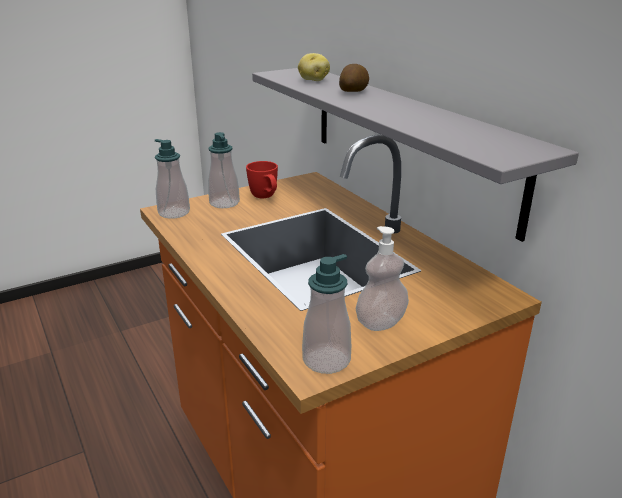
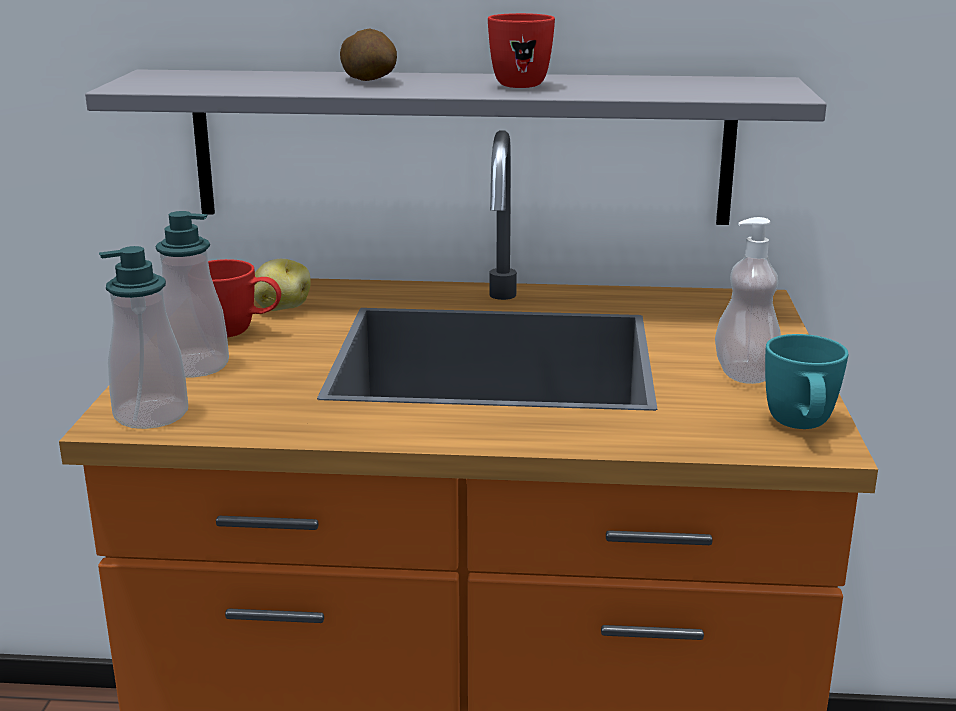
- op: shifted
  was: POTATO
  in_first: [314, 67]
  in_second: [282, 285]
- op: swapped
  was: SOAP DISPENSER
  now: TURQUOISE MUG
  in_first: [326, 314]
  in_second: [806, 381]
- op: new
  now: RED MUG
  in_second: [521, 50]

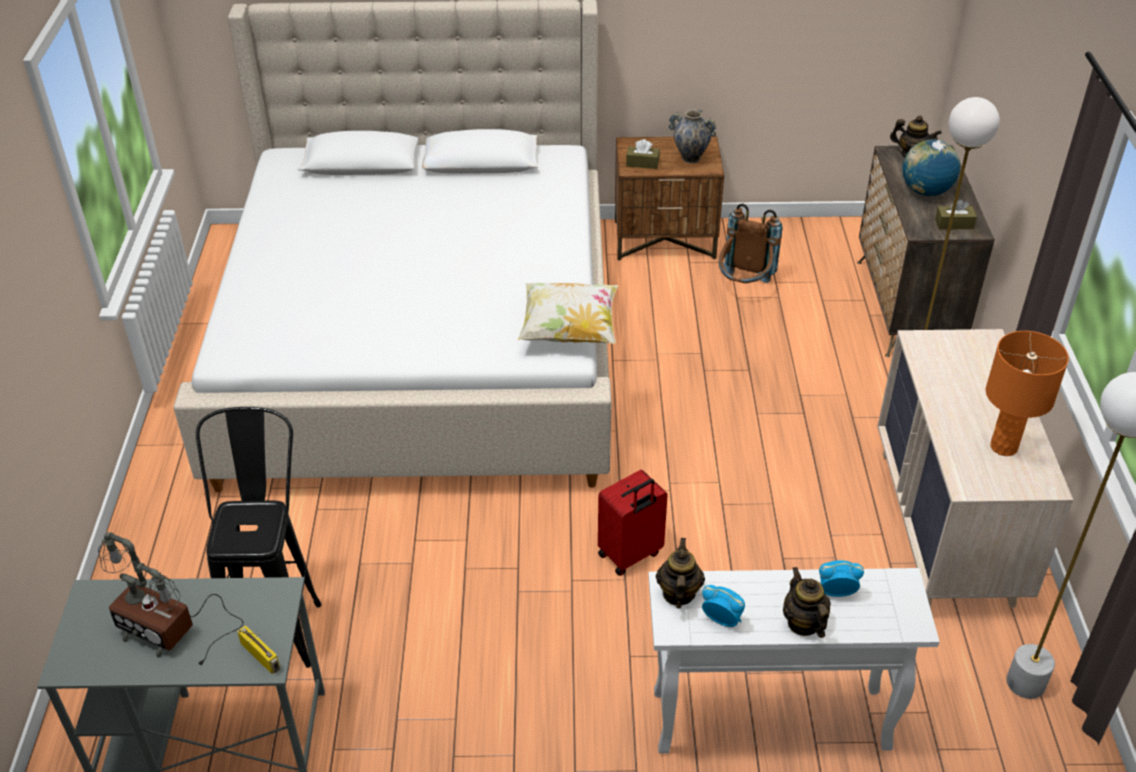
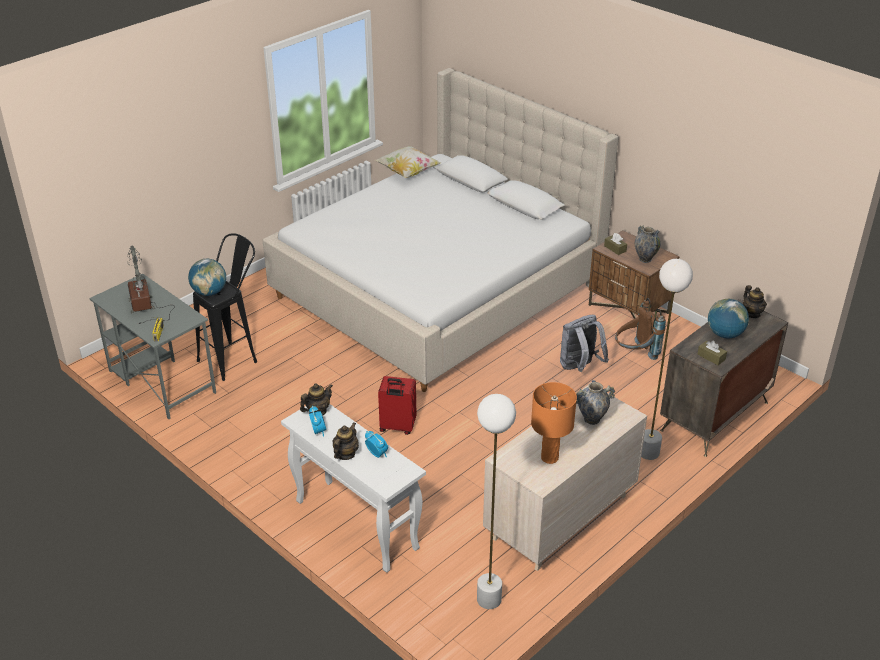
- op: shifted
  was: PILLOW
  in_first: [567, 313]
  in_second: [408, 162]
- op: new
  now: GLOBE
  in_second: [207, 277]
- op: new
  now: GREY BACKPACK
  in_second: [584, 343]
- op: new
  now: VASE
  in_second: [595, 402]

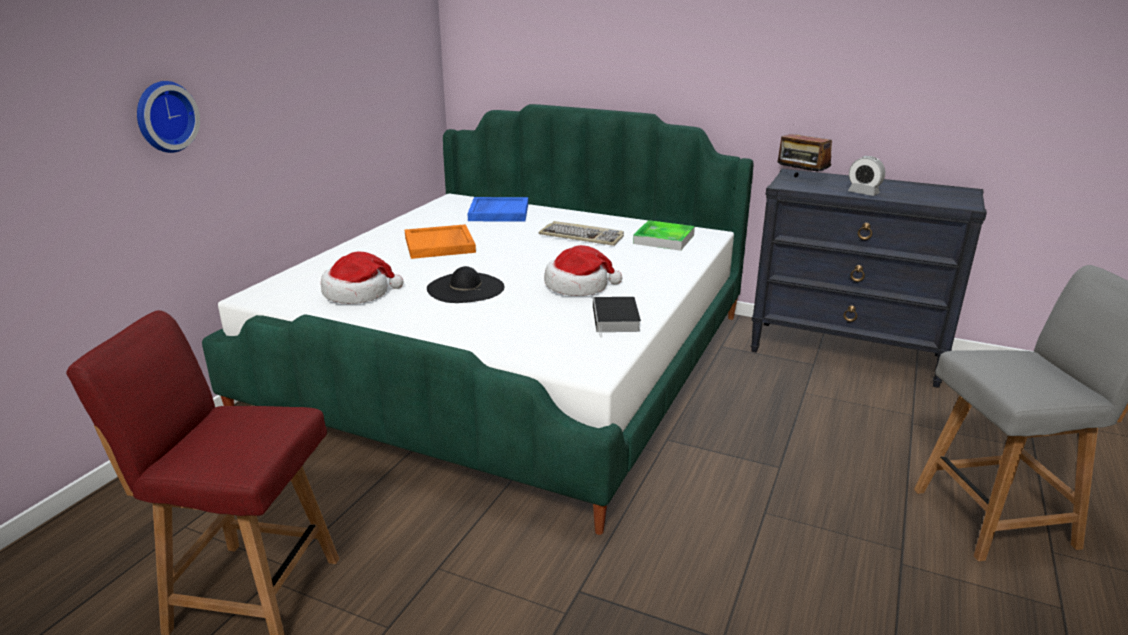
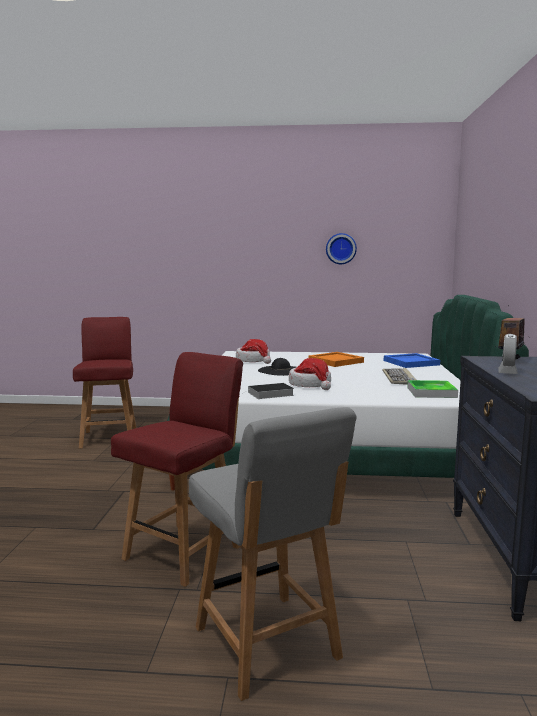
- op: shifted
  was: WALL CLOCK
  in_first: [168, 117]
  in_second: [341, 248]
- op: new
  now: RED CHAIR
  in_second: [177, 469]

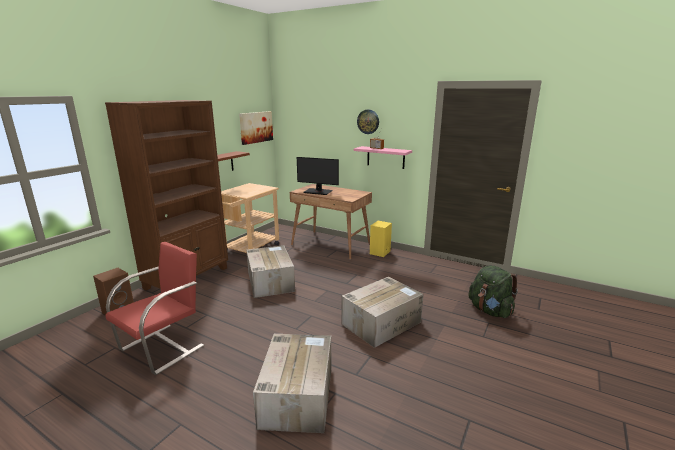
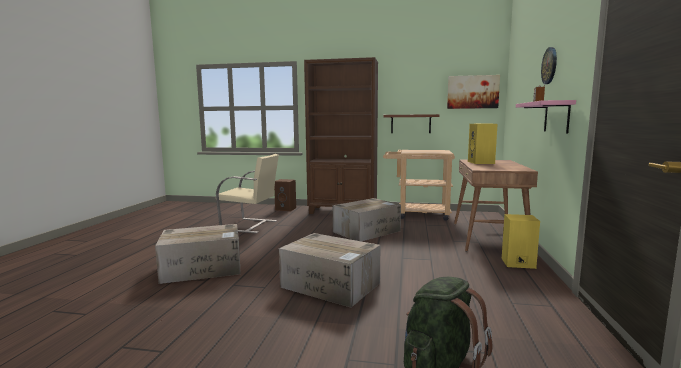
- op: repainted
  was: RED CHAIR
  now: BEIGE CHAIR
  in_first: [155, 308]
  in_second: [247, 193]
- op: swapped
  was: MONITOR
  now: YELLOW SPEAKER
  in_first: [318, 176]
  in_second: [483, 144]

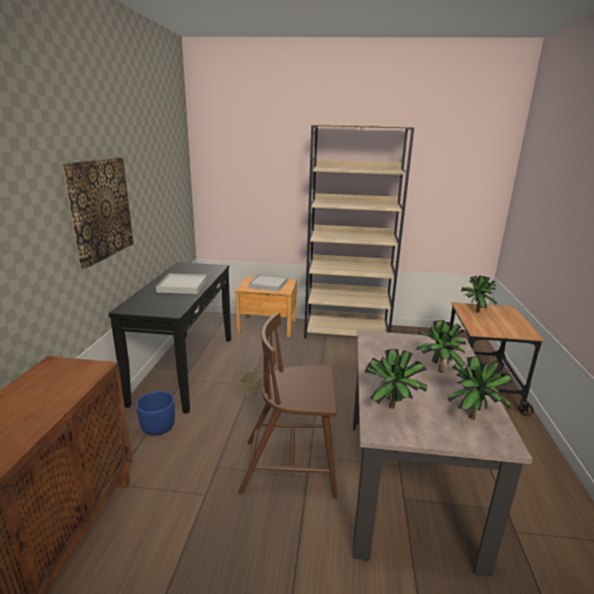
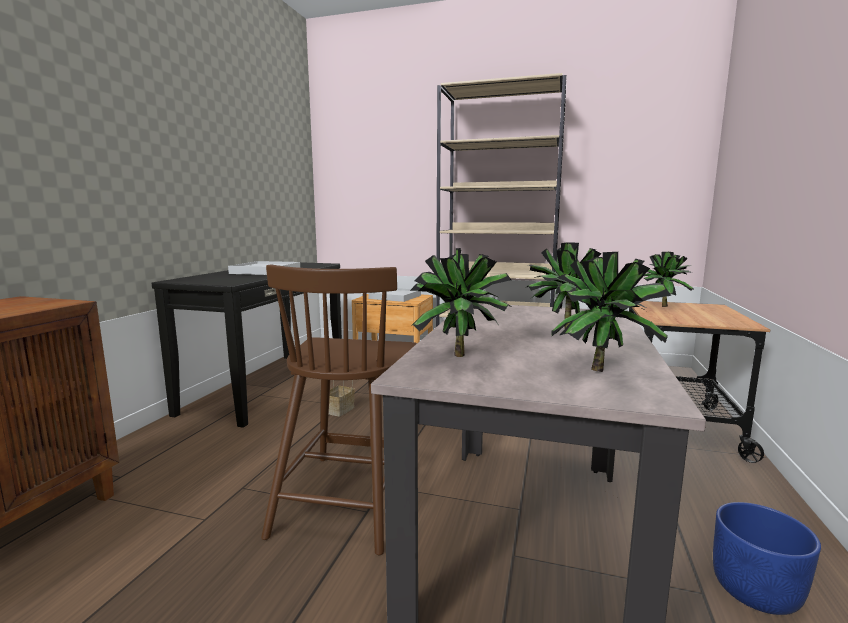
- op: gone
  was: PICTURE
  in_first: [98, 213]
- op: shifted
  was: BLUE PLANTER
  in_first: [155, 413]
  in_second: [767, 558]
- op: rotated
  was: BROWN CHAIR
  in_first: [287, 405]
  in_second: [339, 410]
  clockwise: -90

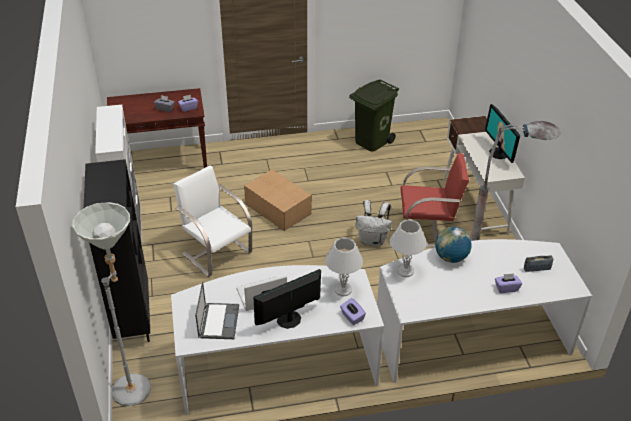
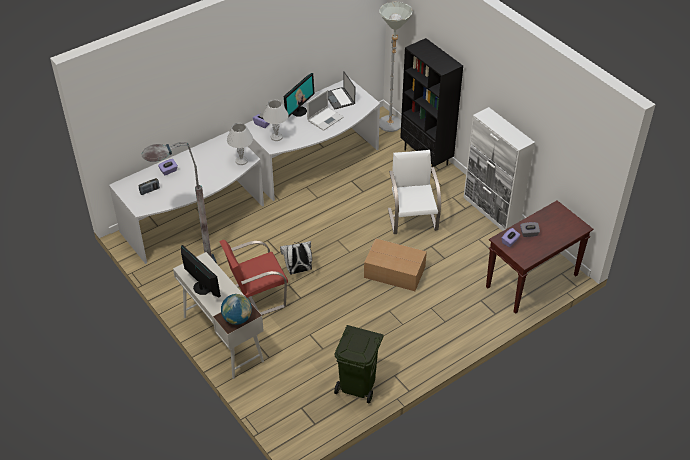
- op: rotated
  was: WHITE CHAIR
  in_first: [212, 221]
  in_second: [414, 192]
  clockwise: -120
- op: shifted
  was: GLOBE
  in_first: [453, 245]
  in_second: [236, 309]

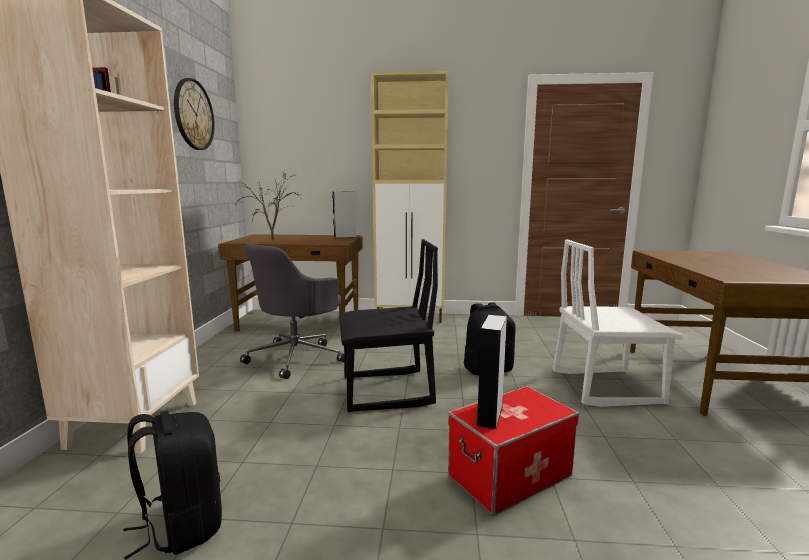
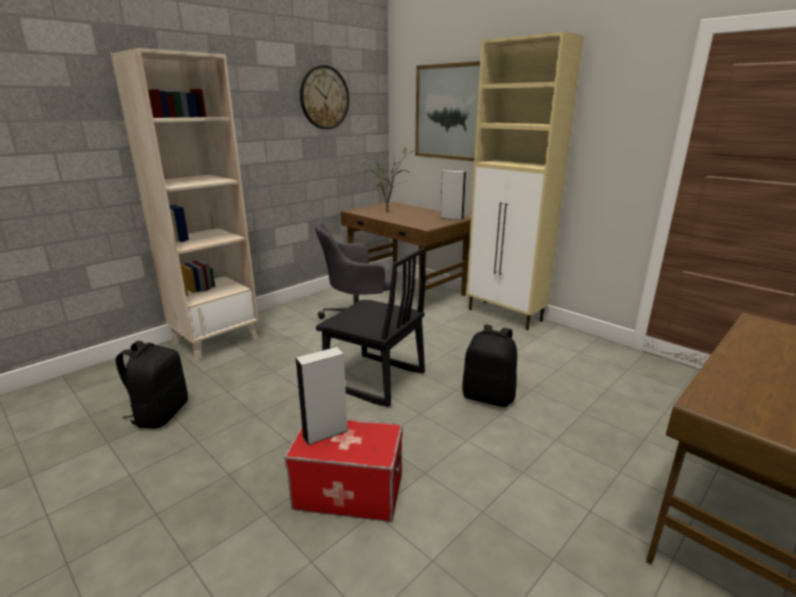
- op: gone
  was: WHITE CHAIR
  in_first: [618, 323]
- op: new
  now: PICTURE
  in_second: [447, 111]

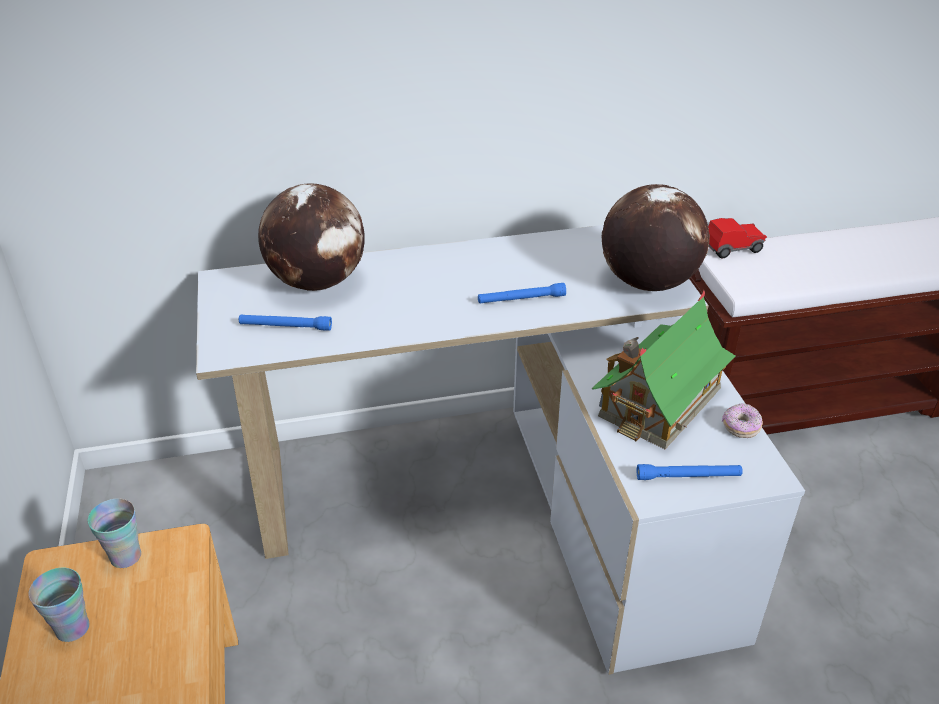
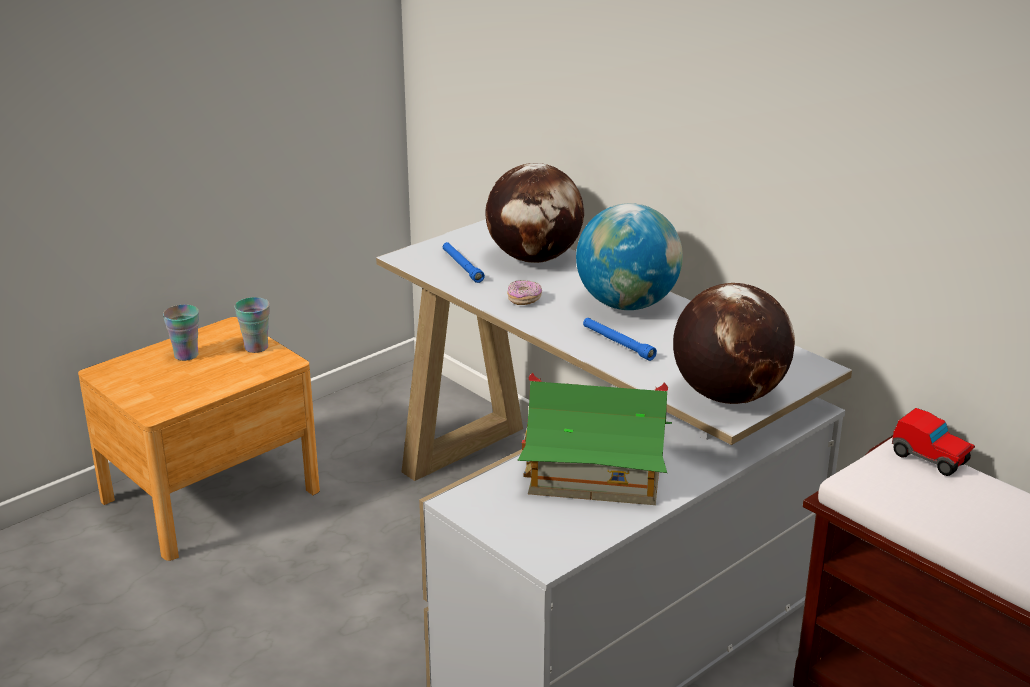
- op: gone
  was: BLUE FLASHLIGHT
  in_first: [690, 472]
- op: shifted
  was: DONUT
  in_first: [742, 420]
  in_second: [524, 292]
- op: new
  now: GLOBE
  in_second: [629, 256]

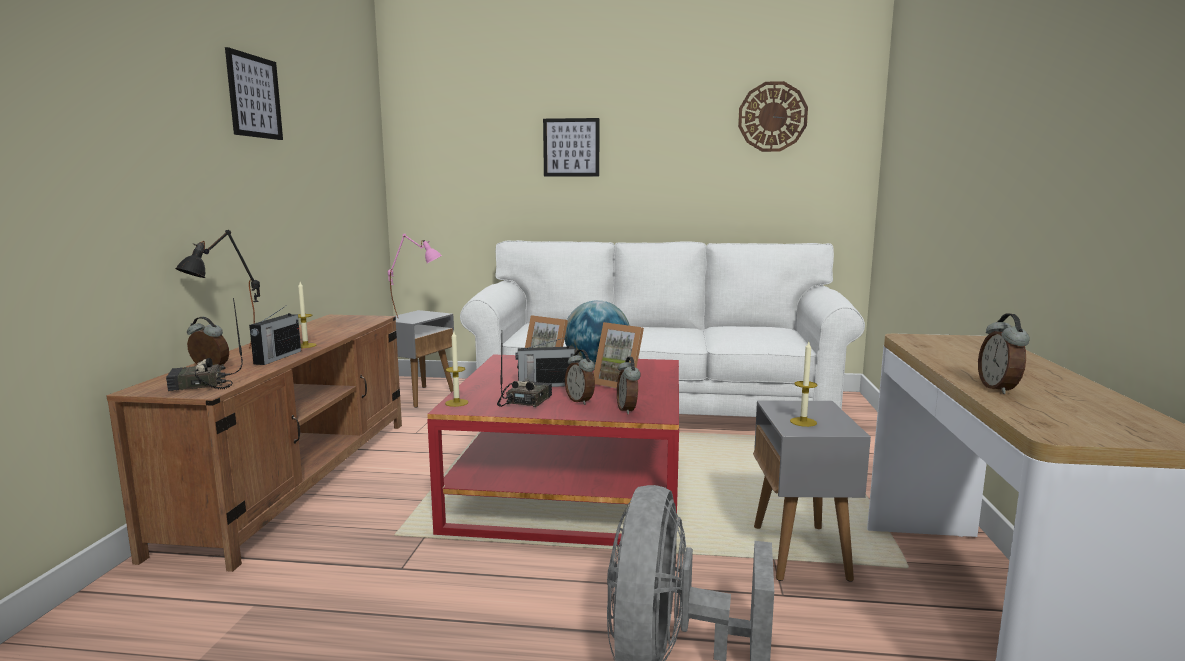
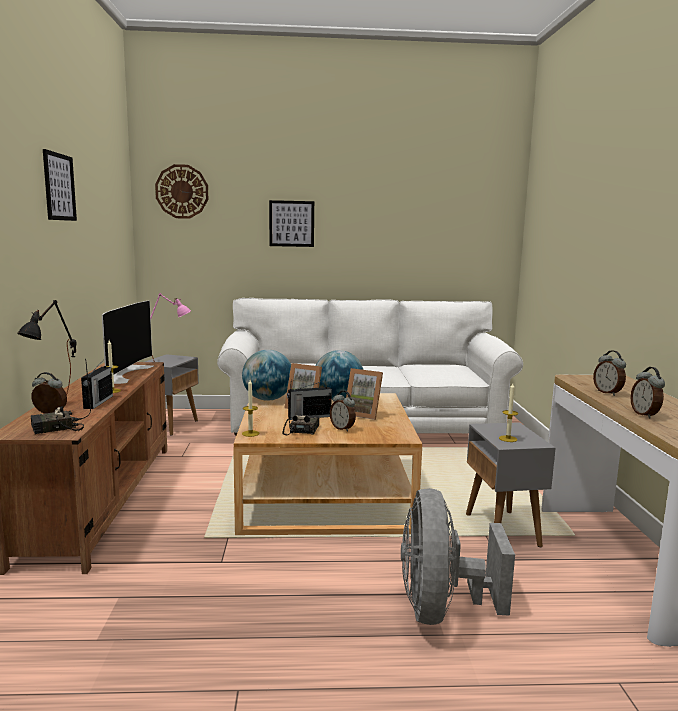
- op: repainted
  was: RED COFFEE TABLE
  now: BEIGE COFFEE TABLE
  in_first: [553, 450]
  in_second: [327, 464]
- op: shifted
  was: ALARM CLOCK
  in_first: [629, 385]
  in_second: [609, 373]
- op: shifted
  was: WALL CLOCK
  in_first: [773, 116]
  in_second: [181, 191]
- op: new
  now: TELEVISION
  in_second: [128, 342]
- op: new
  now: GLOBE
  in_second: [266, 375]

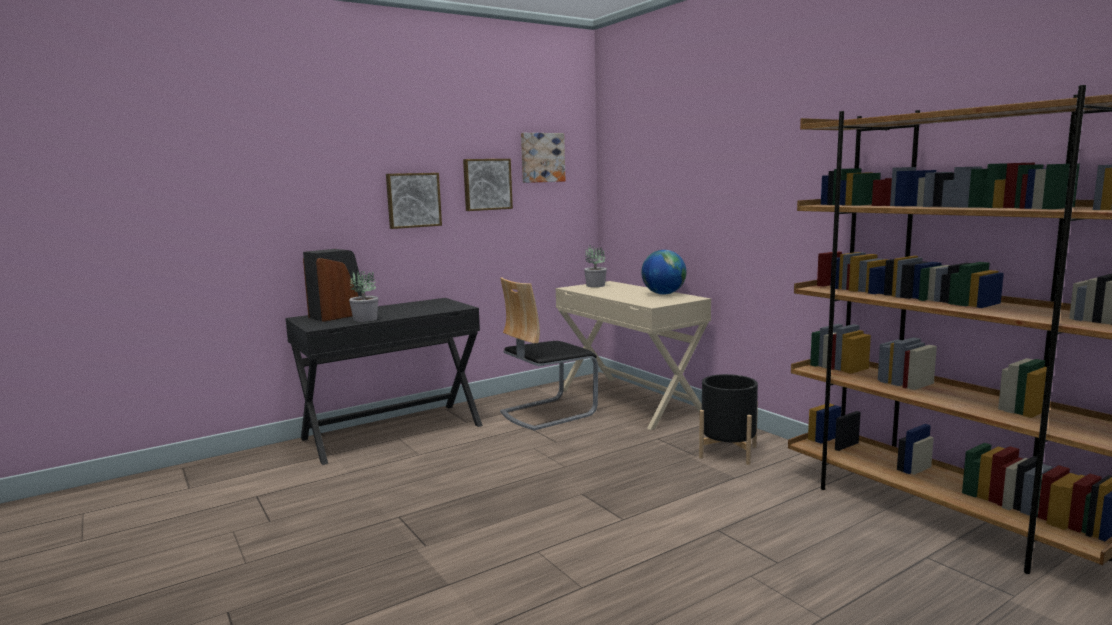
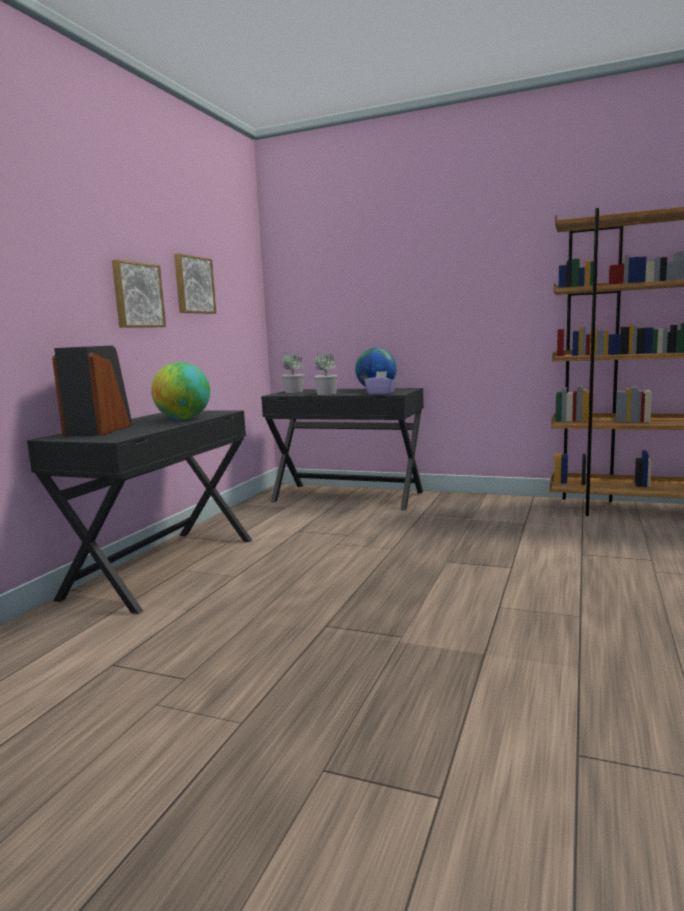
- op: shifted
  was: POTTED PLANT
  in_first: [363, 296]
  in_second: [325, 373]
- op: gone
  was: CHAIR
  in_first: [549, 354]
- op: gone
  was: PICTURE
  in_first: [543, 158]
- op: repainted
  was: BEIGE DESK
  now: BLACK DESK
  in_first: [633, 355]
  in_second: [342, 449]
- op: gone
  was: BLACK PLANTER
  in_first: [728, 419]
- op: new
  now: GLOBE
  in_second: [180, 391]
- op: new
  now: PURPLE TISSUE BOX
  in_second: [381, 383]

